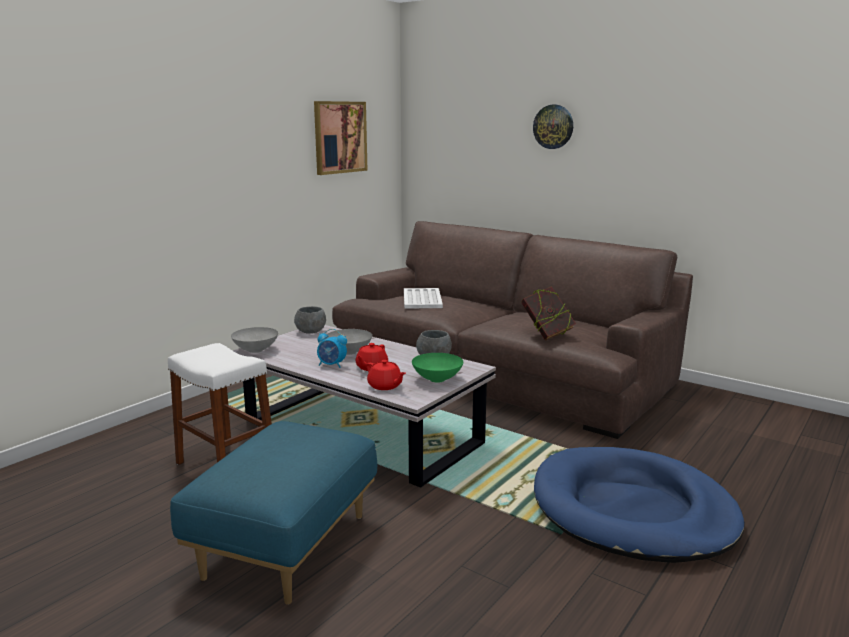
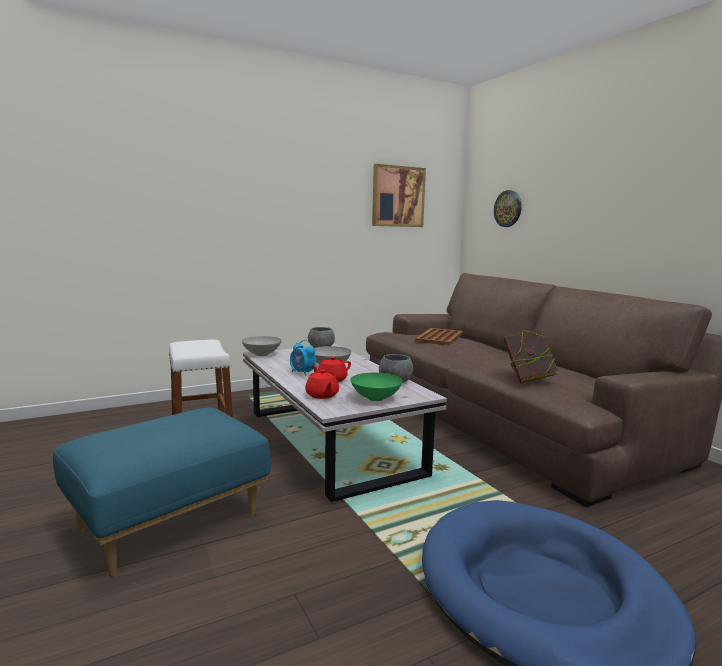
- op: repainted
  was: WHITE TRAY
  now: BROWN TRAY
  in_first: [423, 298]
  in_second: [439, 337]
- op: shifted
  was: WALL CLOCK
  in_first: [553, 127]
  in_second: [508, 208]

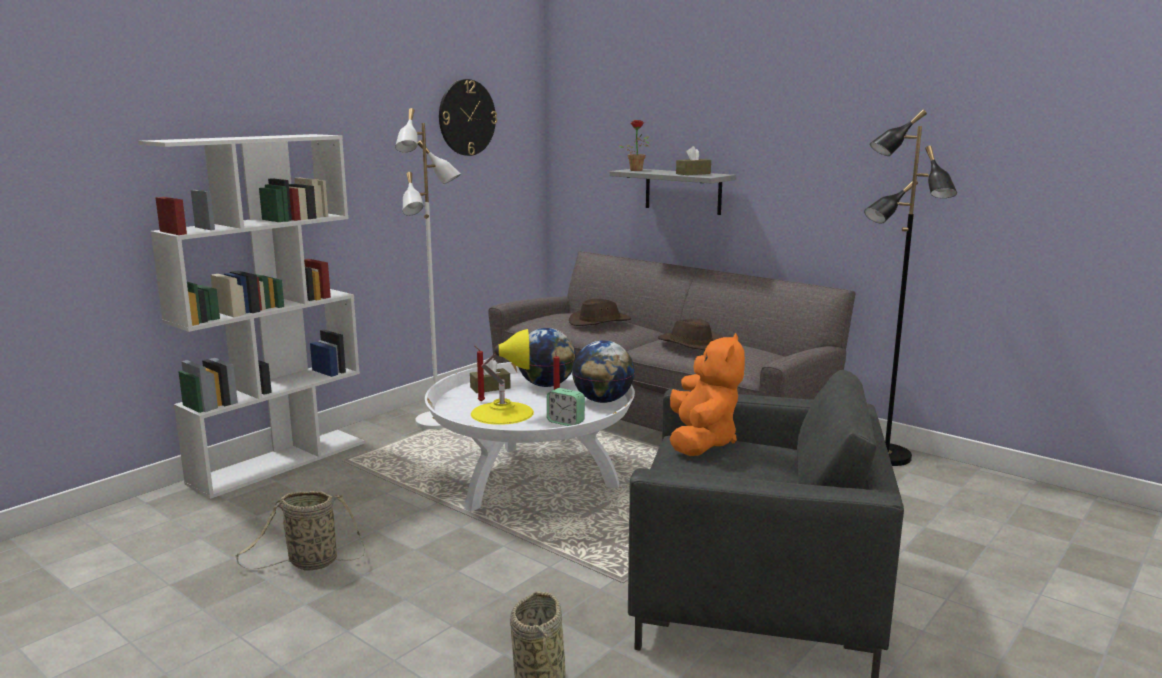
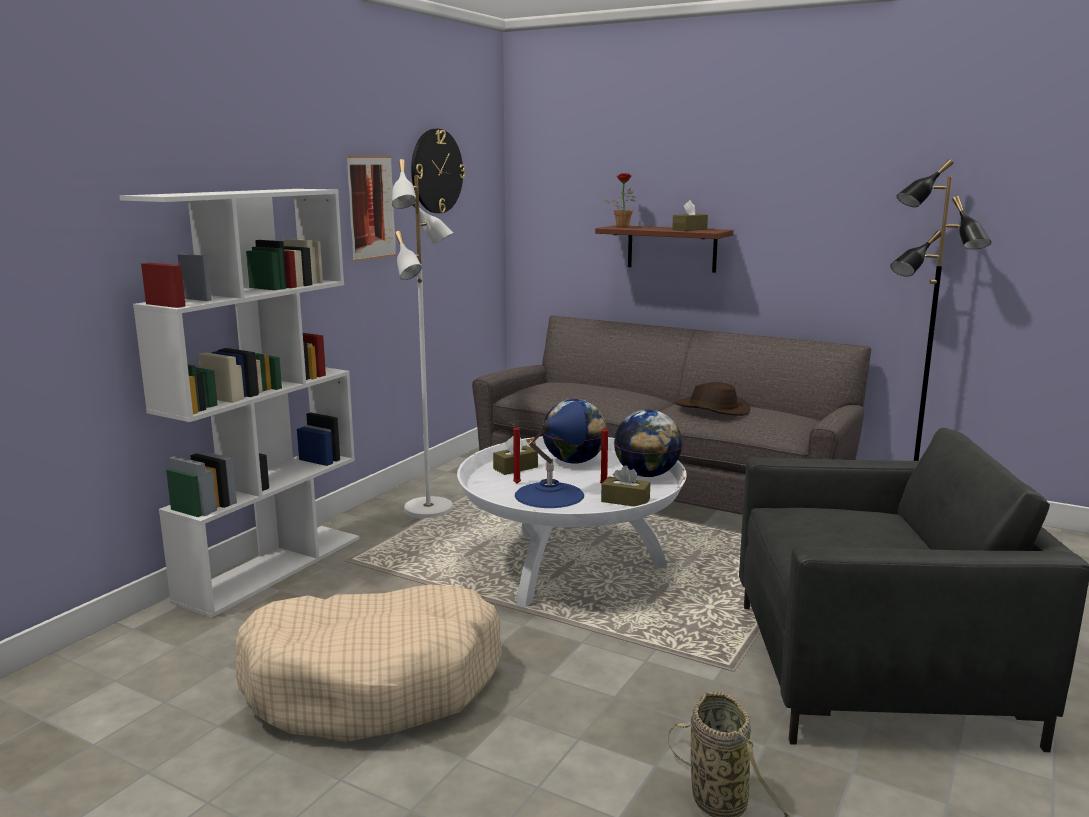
- op: swapped
  was: BASKET
  now: BEIGE DOG BED
  in_first: [300, 531]
  in_second: [369, 663]
- op: repainted
  was: YELLOW TABLE LAMP
  now: BLUE TABLE LAMP
  in_first: [502, 377]
  in_second: [550, 454]
- op: swapped
  was: ALARM CLOCK
  now: BROWN TISSUE BOX
  in_first: [566, 407]
  in_second: [625, 486]
- op: gone
  was: BROWN HAT
  in_first: [600, 312]
- op: repainted
  was: GREY SHELF
  now: BROWN SHELF
  in_first: [673, 192]
  in_second: [664, 249]
- op: gone
  was: ORANGE PLUSH TOY
  in_first: [707, 394]
- op: new
  now: PICTURE
  in_second: [371, 209]

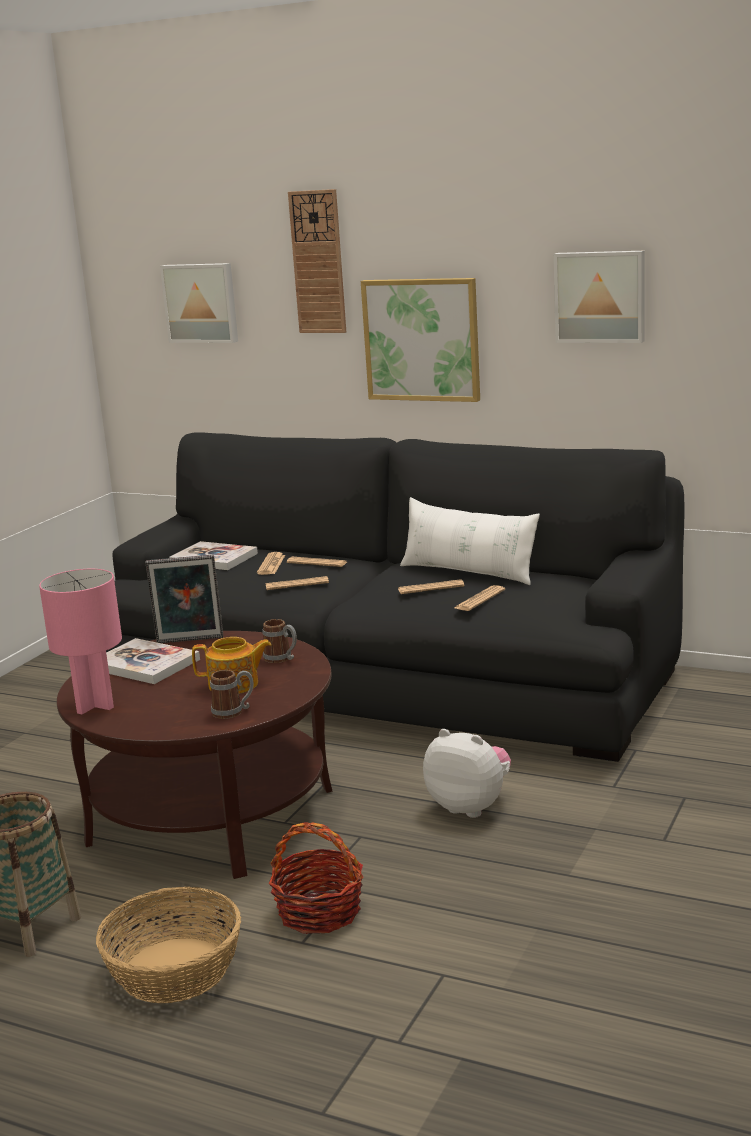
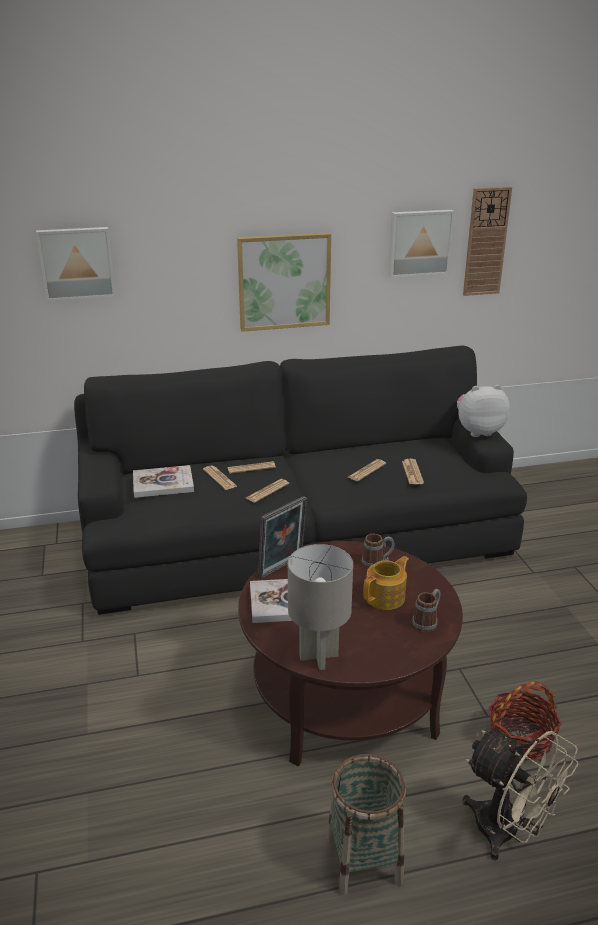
- op: repainted
  was: PINK TABLE LAMP
  now: GREY TABLE LAMP
  in_first: [80, 641]
  in_second: [320, 607]
- op: swapped
  was: BASKET
  now: BEIGE FAN
  in_first: [168, 945]
  in_second: [520, 795]
- op: shifted
  was: WALL CLOCK
  in_first: [317, 261]
  in_second: [487, 241]
- op: gone
  was: WHITE PILLOW
  in_first: [470, 541]
- op: shifted
  was: PLUSH TOY
  in_first: [467, 773]
  in_second: [483, 411]

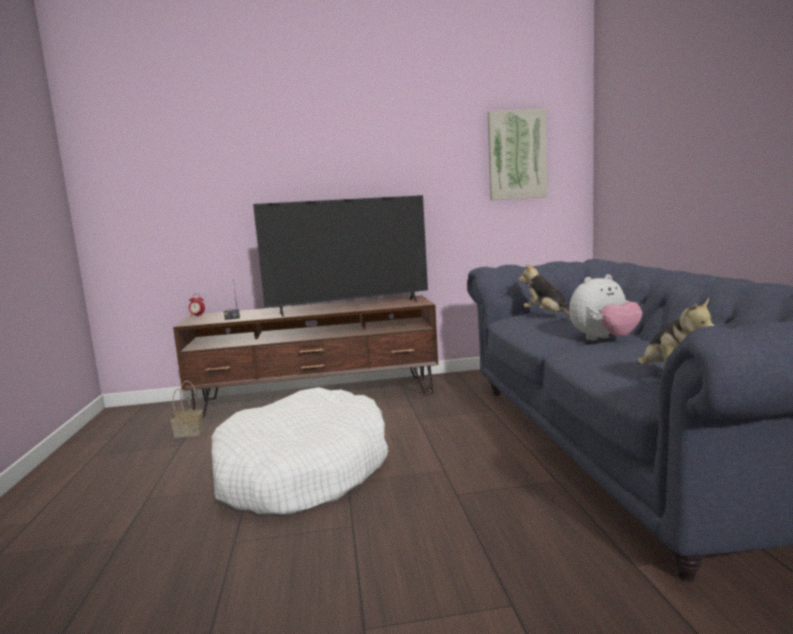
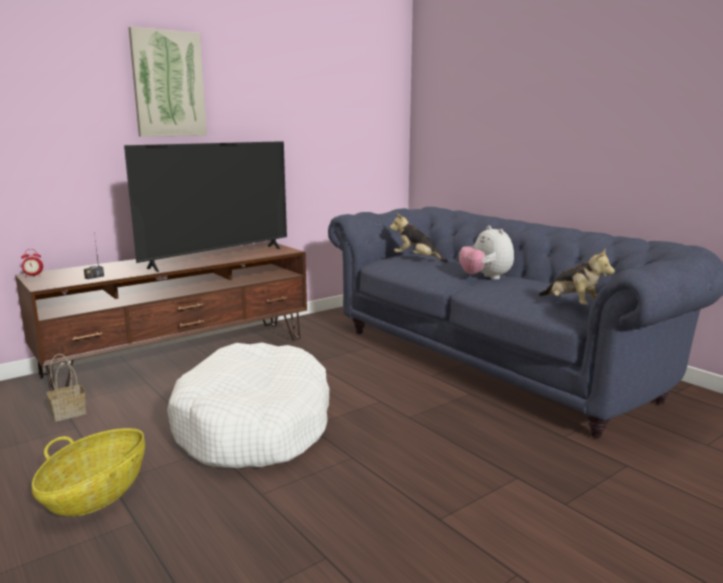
- op: shifted
  was: PICTURE
  in_first: [517, 154]
  in_second: [167, 81]
- op: rotated
  was: PLUSH TOY
  in_first: [606, 307]
  in_second: [486, 253]
  clockwise: 120
- op: new
  now: BASKET
  in_second: [88, 472]

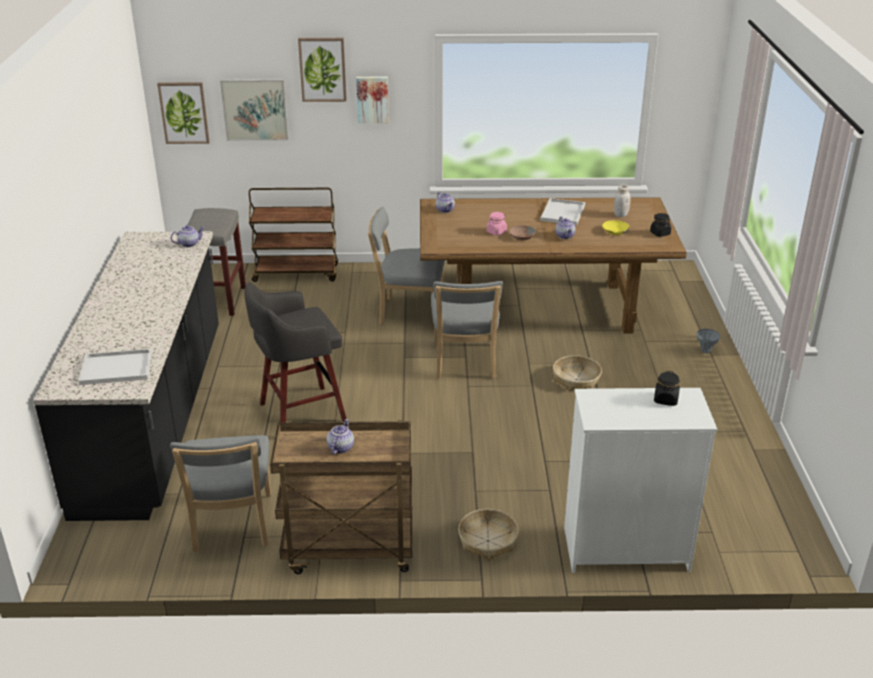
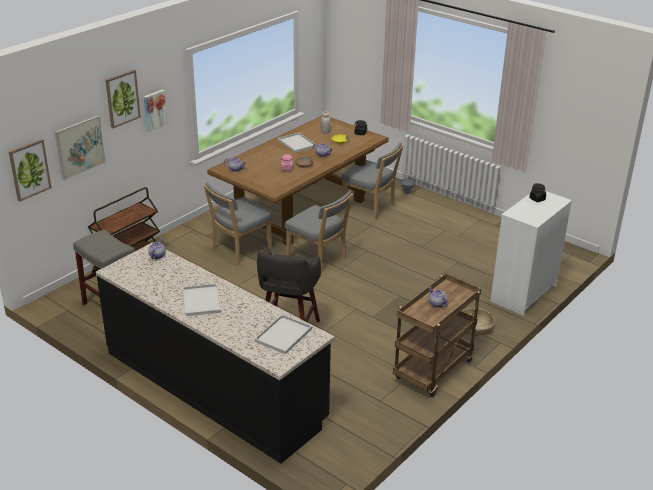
- op: shifted
  was: GREY CHAIR
  in_first: [220, 493]
  in_second: [372, 181]
- op: gone
  was: BASKET
  in_first: [577, 373]
- op: new
  now: WHITE TRAY
  in_second: [202, 300]

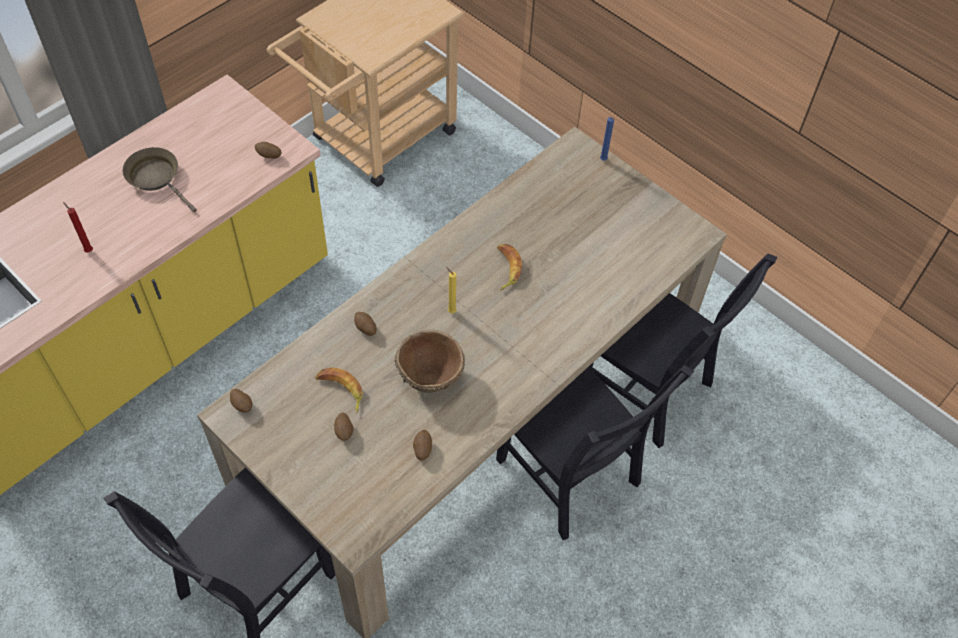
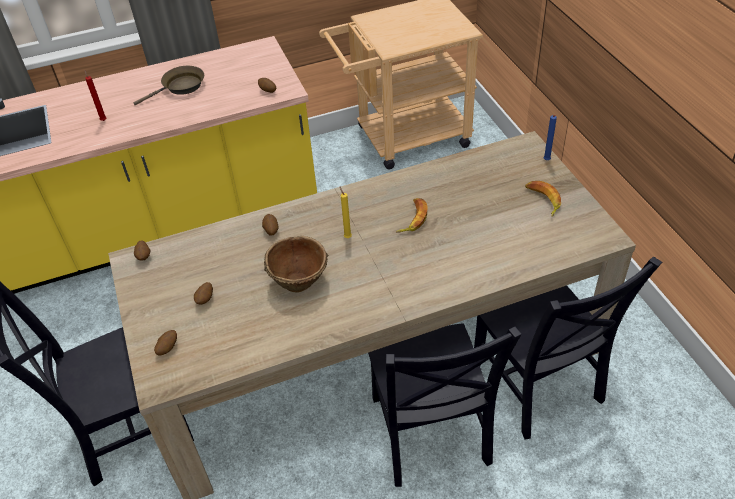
- op: rotated
  was: BROWN FRYING PAN
  in_first: [160, 179]
  in_second: [169, 85]
  clockwise: 75
- op: shifted
  was: BANANA
  in_first: [339, 390]
  in_second: [543, 198]
- op: shifted
  was: POTATO
  in_first: [422, 445]
  in_second: [165, 343]

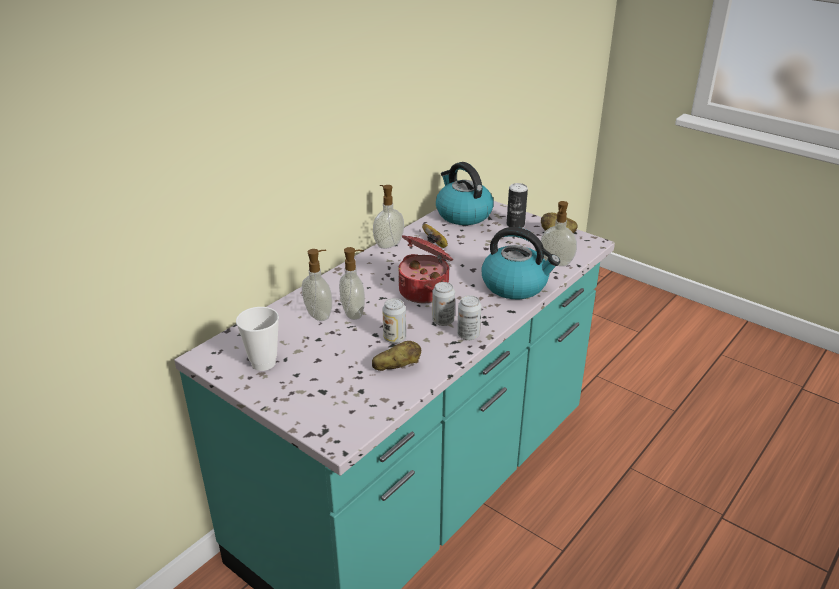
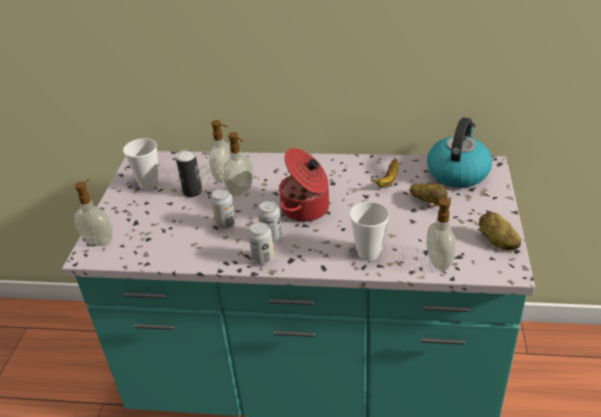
- op: shifted
  was: POTATO
  in_first: [396, 356]
  in_second: [429, 193]
- op: shifted
  was: SOAP DISPENSER
  in_first: [388, 217]
  in_second: [93, 212]
- op: swapped
  was: KETTLE
  now: CUP
  in_first: [520, 263]
  in_second: [369, 231]
- op: shifted
  was: CAN
  in_first: [517, 205]
  in_second: [189, 173]

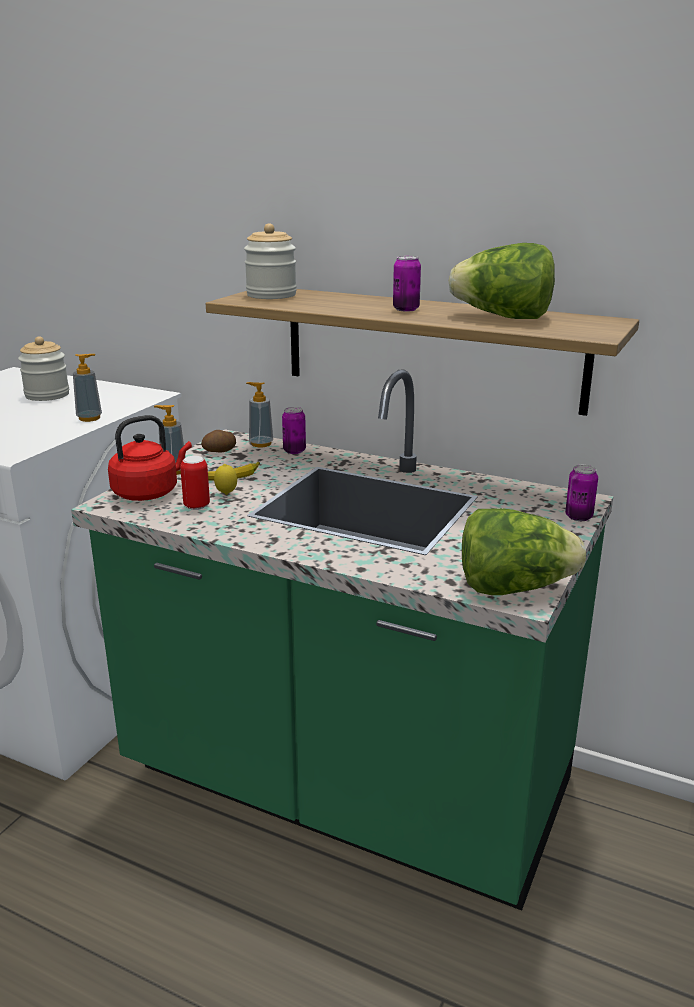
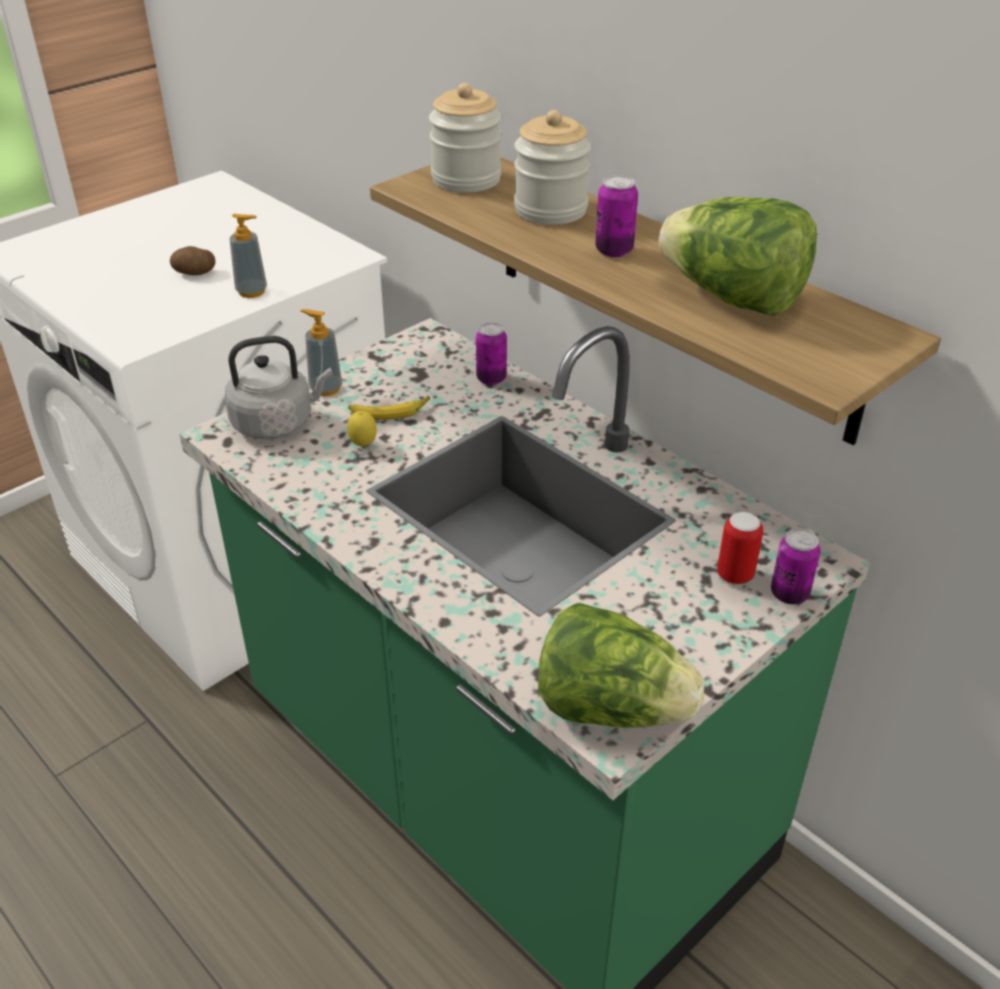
- op: shifted
  was: JAR
  in_first: [43, 368]
  in_second: [552, 167]
- op: repainted
  was: RED KETTLE
  now: GREY KETTLE
  in_first: [150, 458]
  in_second: [278, 387]
- op: shifted
  was: CAN
  in_first: [195, 483]
  in_second: [740, 548]
- op: shifted
  was: POTATO
  in_first: [218, 441]
  in_second: [192, 260]
- op: gone
  was: SOAP DISPENSER
  in_first: [259, 414]

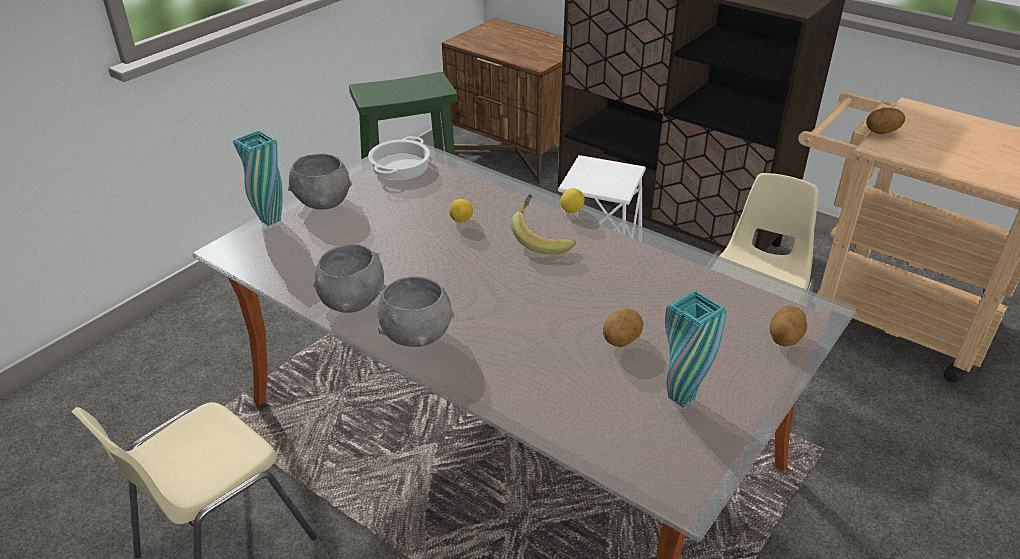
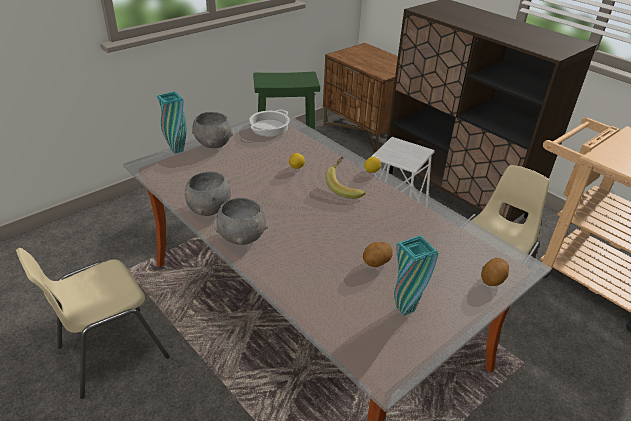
- op: gone
  was: POTATO
  in_first: [885, 121]

